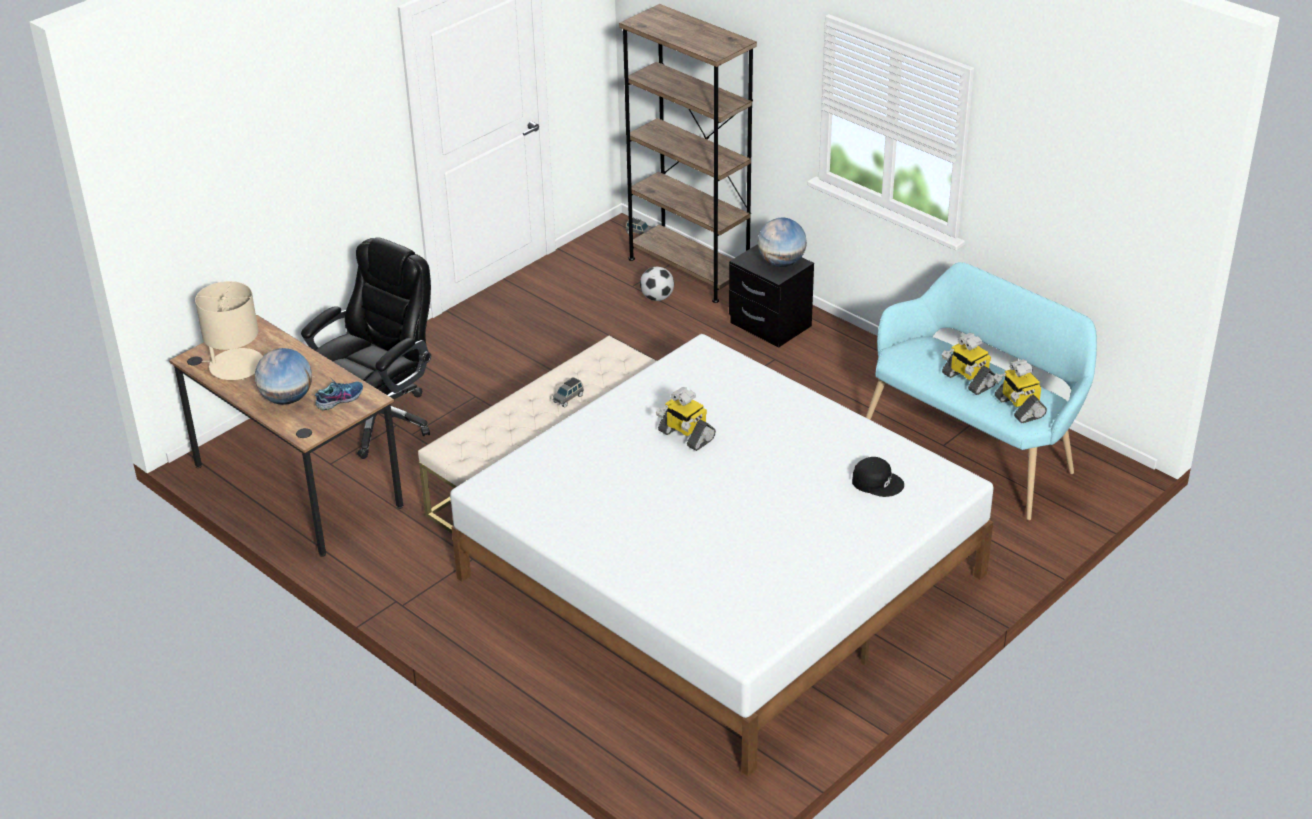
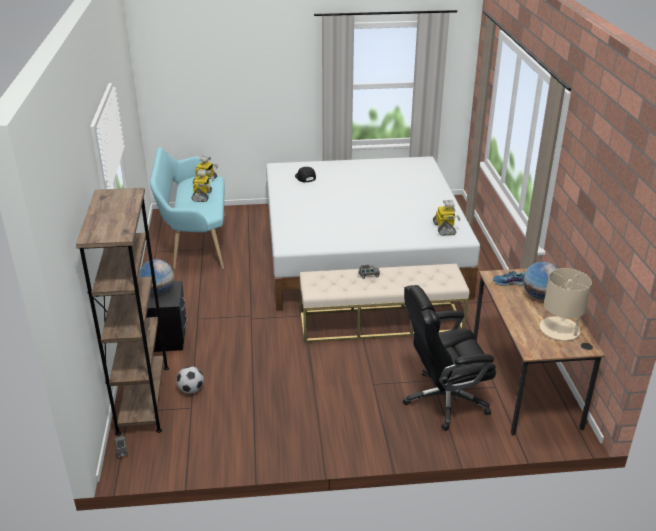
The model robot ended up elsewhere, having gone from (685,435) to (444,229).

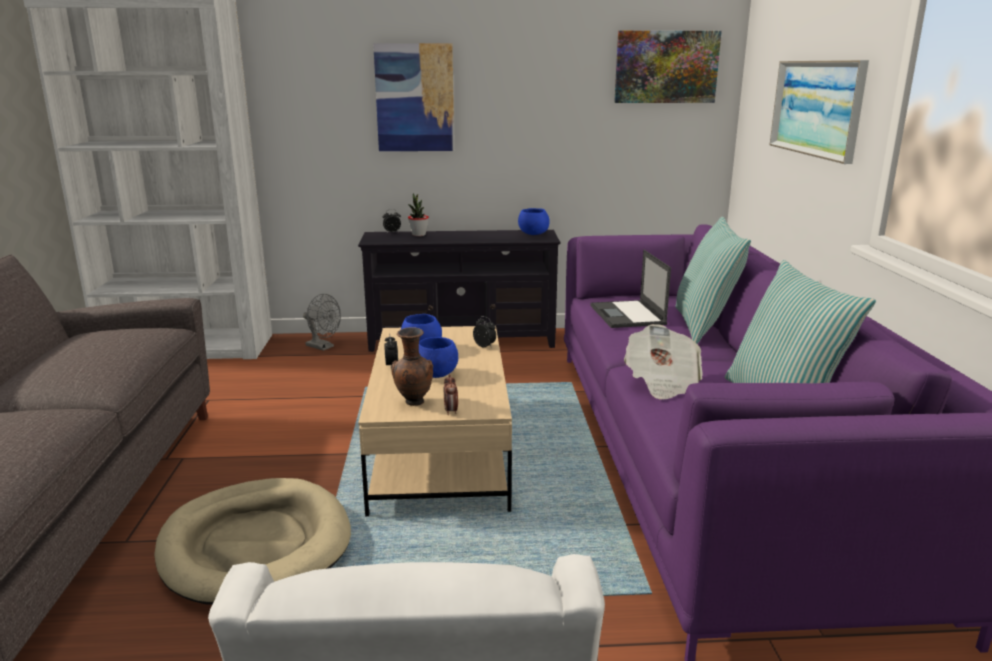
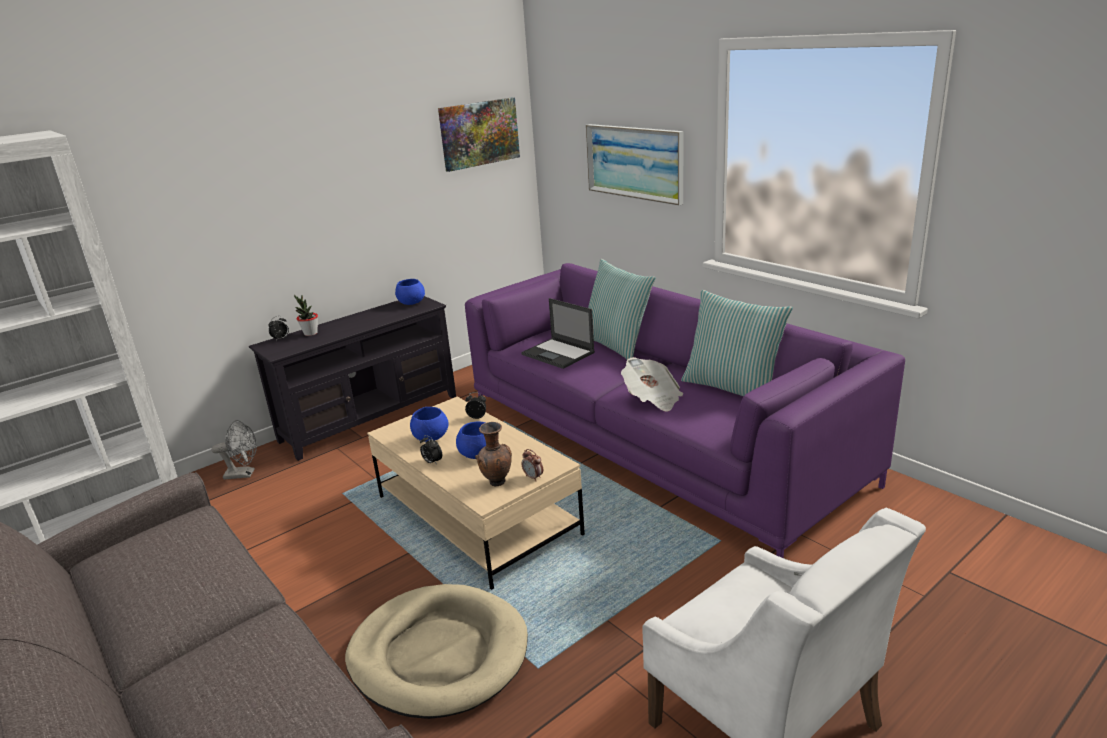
The second view lost the wall picture at (415,98).

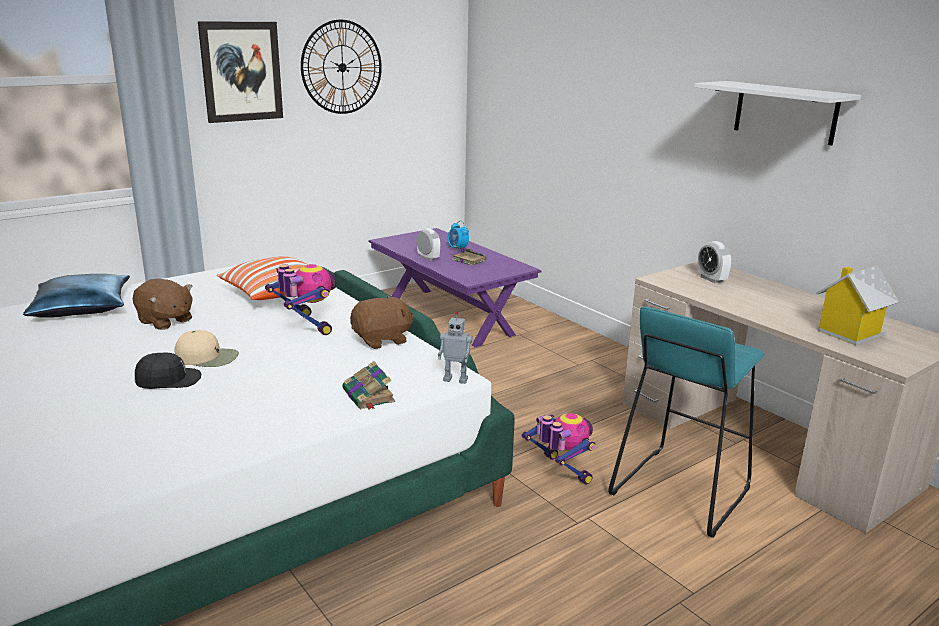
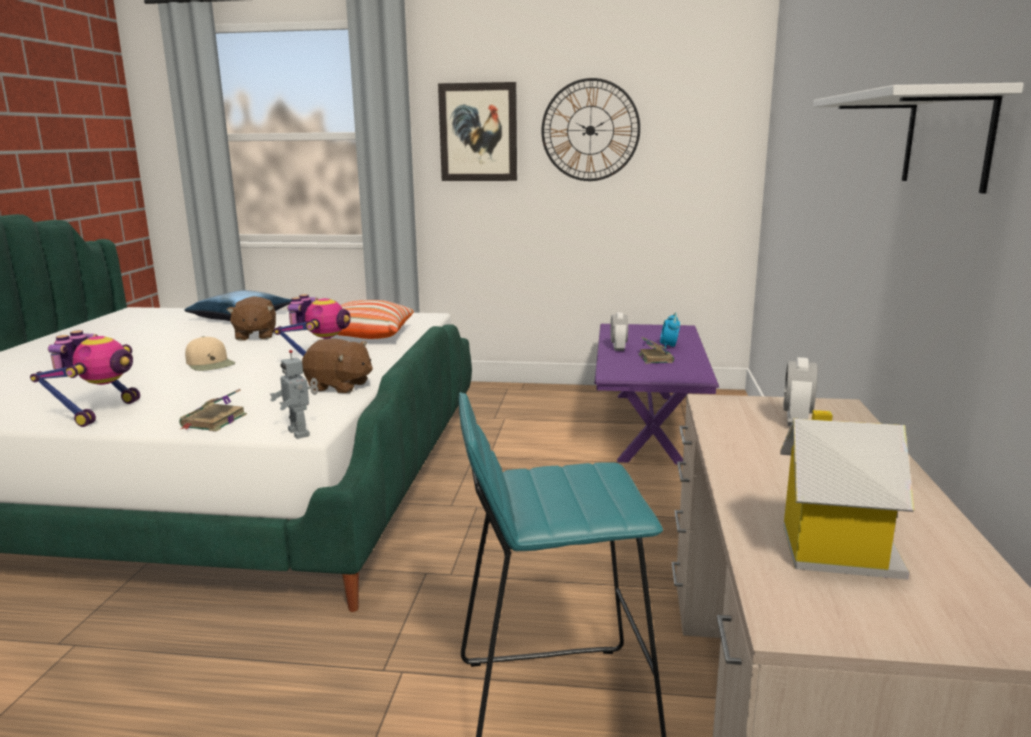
The model robot ended up elsewhere, having gone from (560,472) to (100,412). The second view lost the black-coloured cap at (168,380).

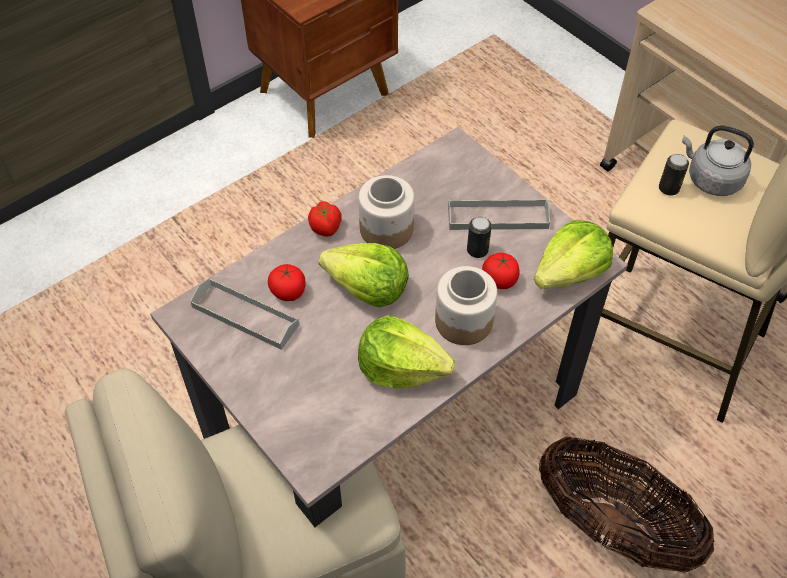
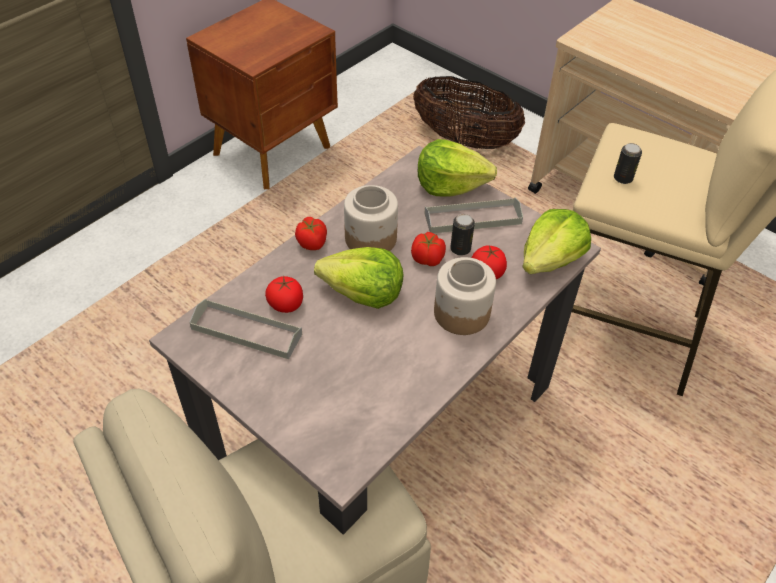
The second view gained the tomato at (428,259). The basket ended up elsewhere, having gone from (612,526) to (464,140). The lettuce head ended up elsewhere, having gone from (401,367) to (450,184). The second view lost the gray water kettle at (711,179).

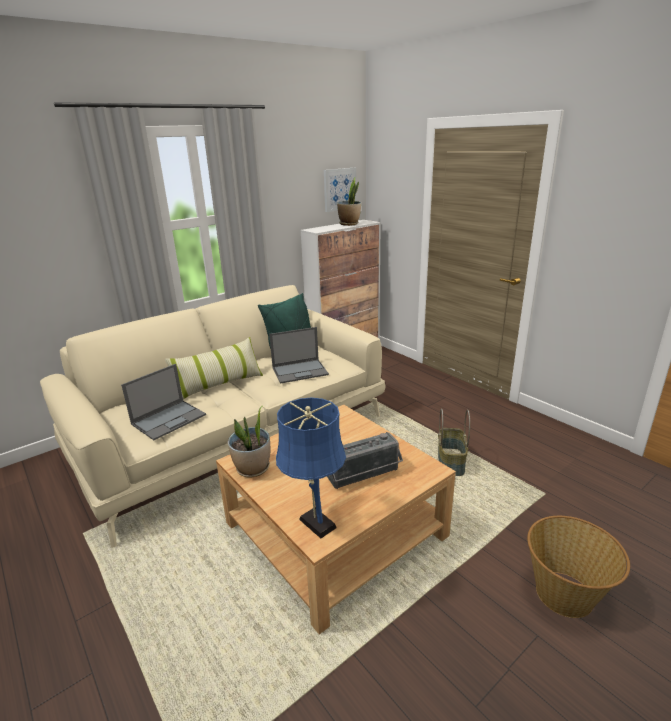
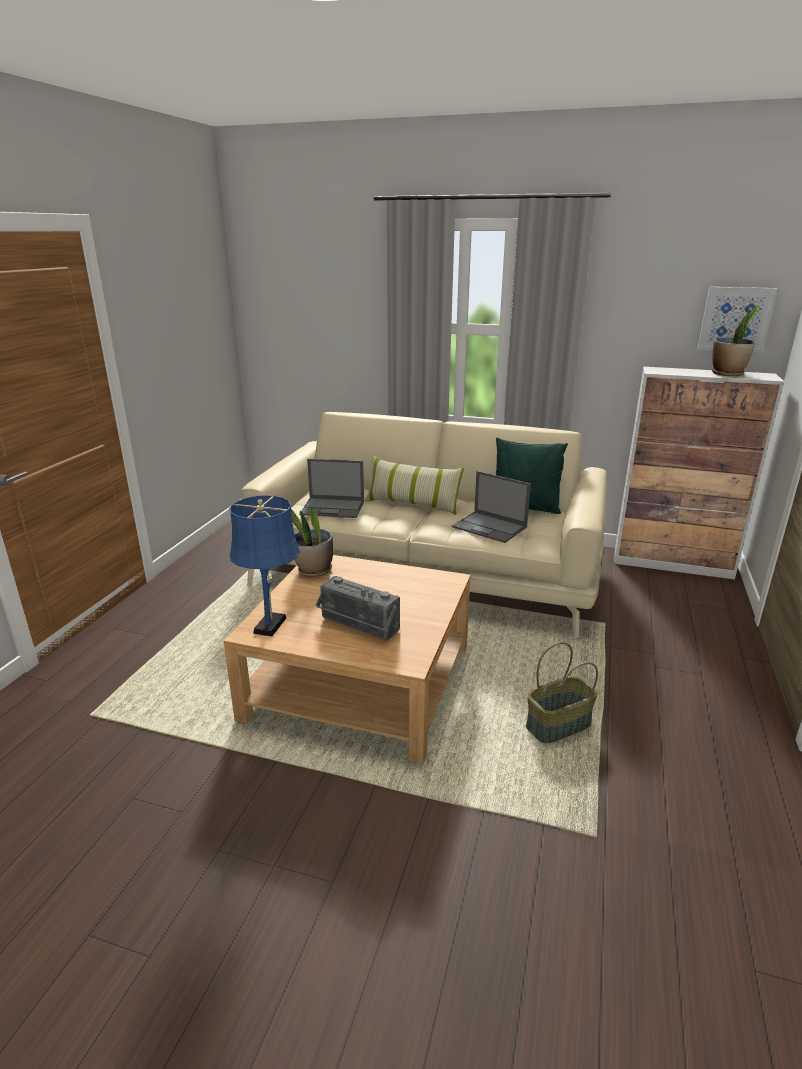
The second view lost the basket at (565,594).

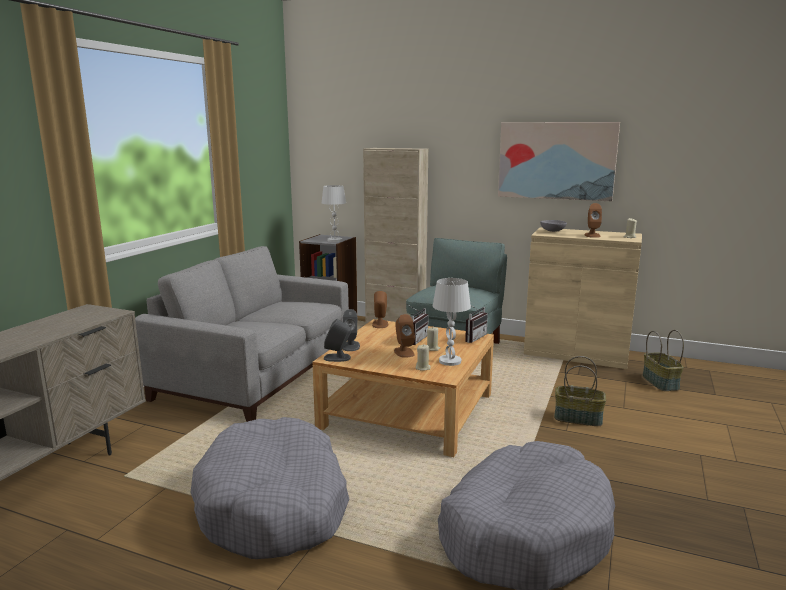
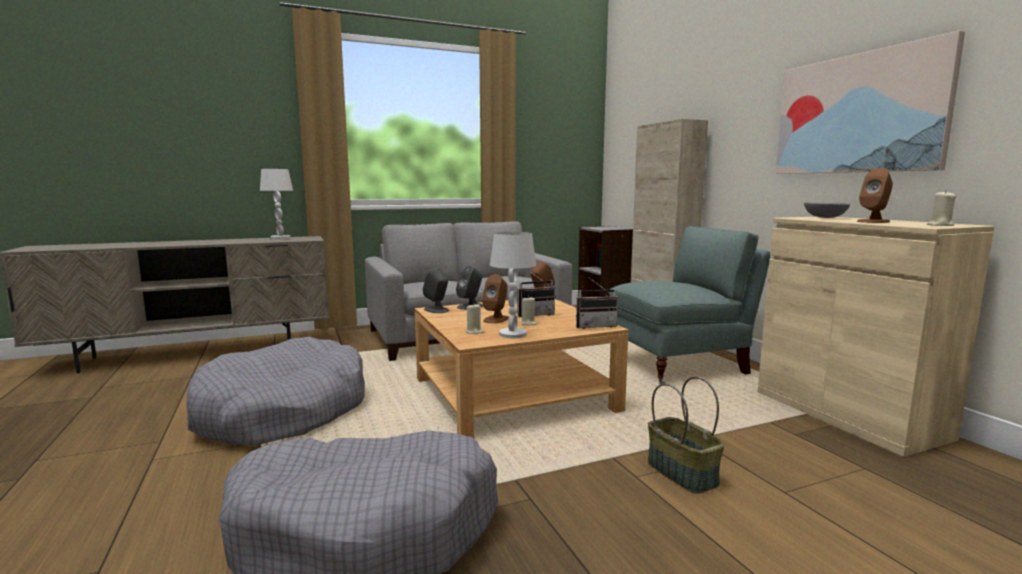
The white lamp for a table ended up elsewhere, having gone from (335,240) to (280,238). The second view lost the basket at (661,382).

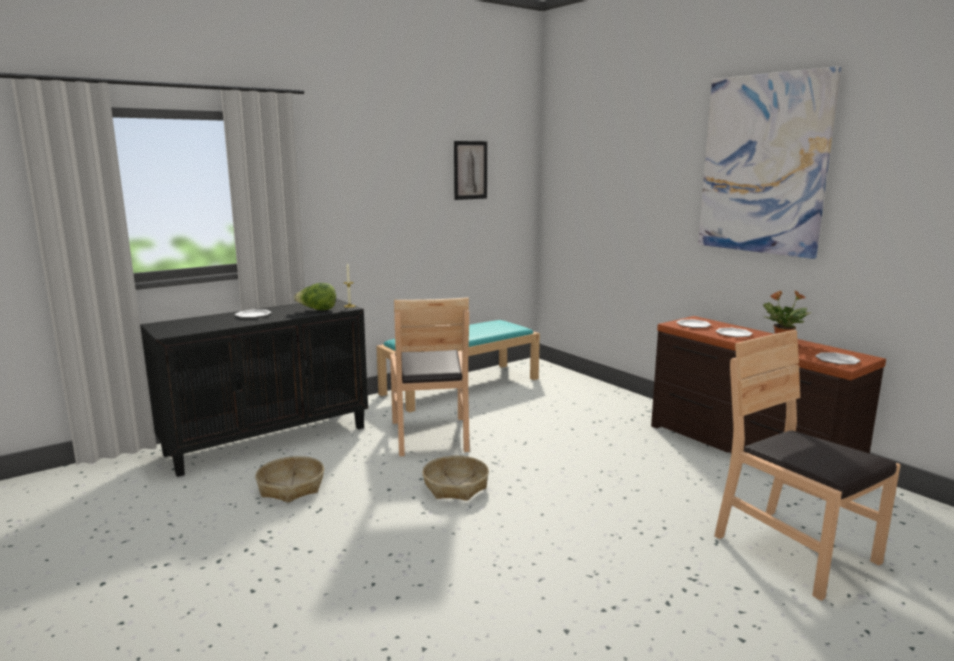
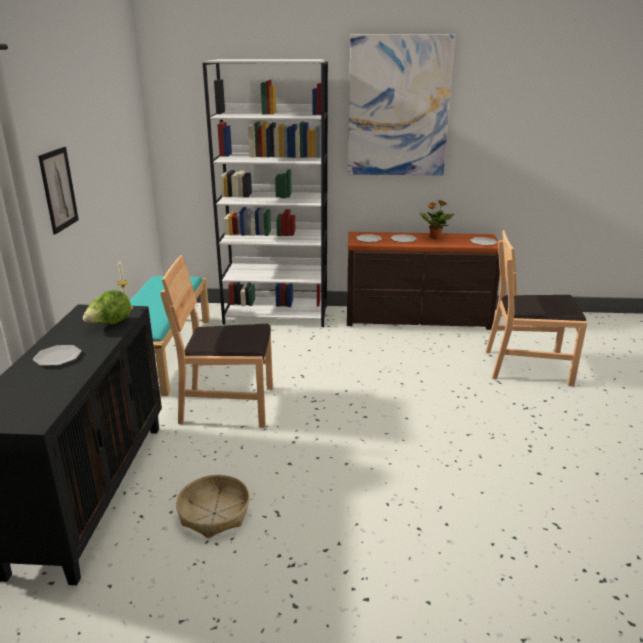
The wall picture ended up elsewhere, having gone from (470,170) to (58,190). The brown-coloured chair at (430,435) ended up facing another way, 150 degrees clockwise from before. The second view gained the white bookshelf at (277,315). The second view lost the basket at (456,486).

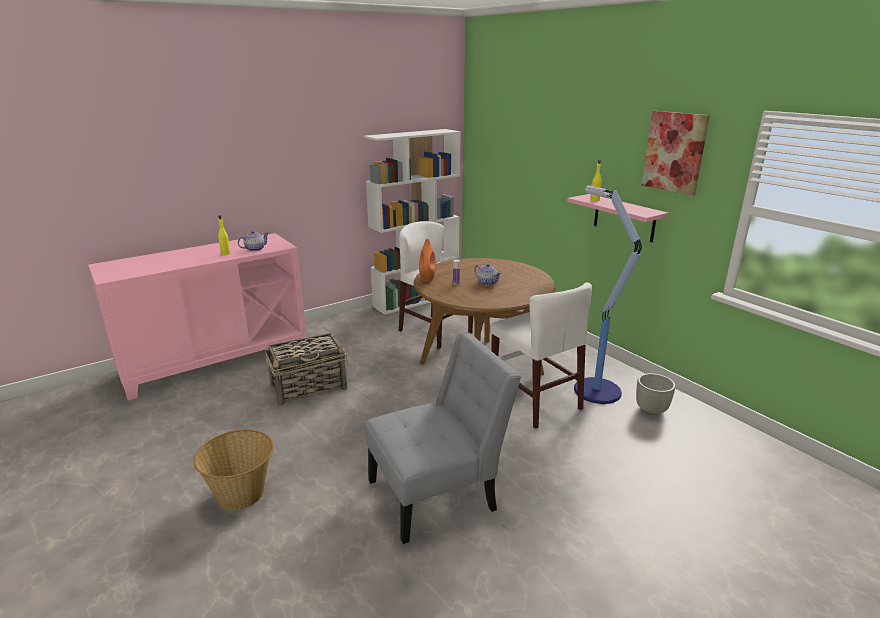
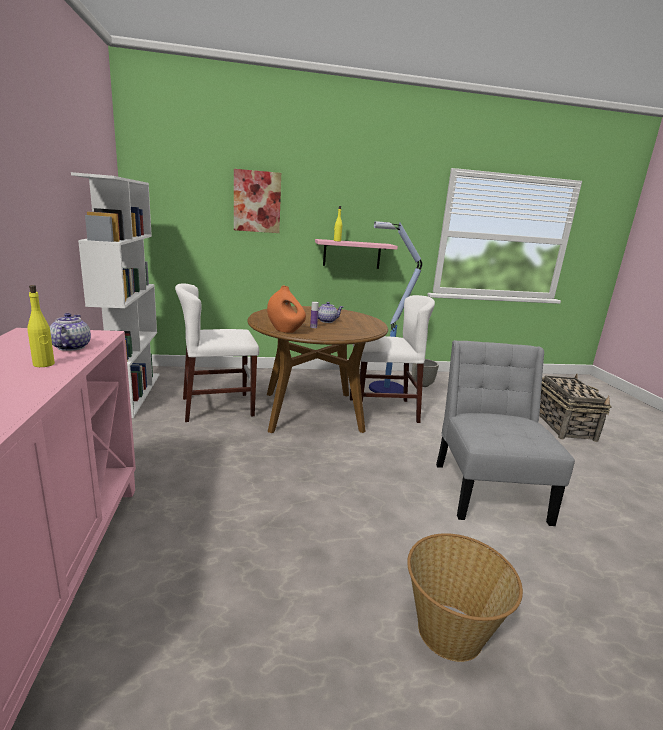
The wall picture ended up elsewhere, having gone from (674,152) to (257,201). The basket ended up elsewhere, having gone from (310,387) to (563,425).

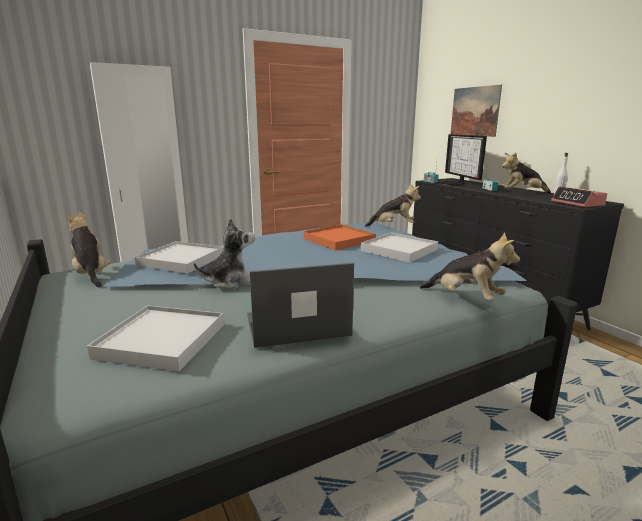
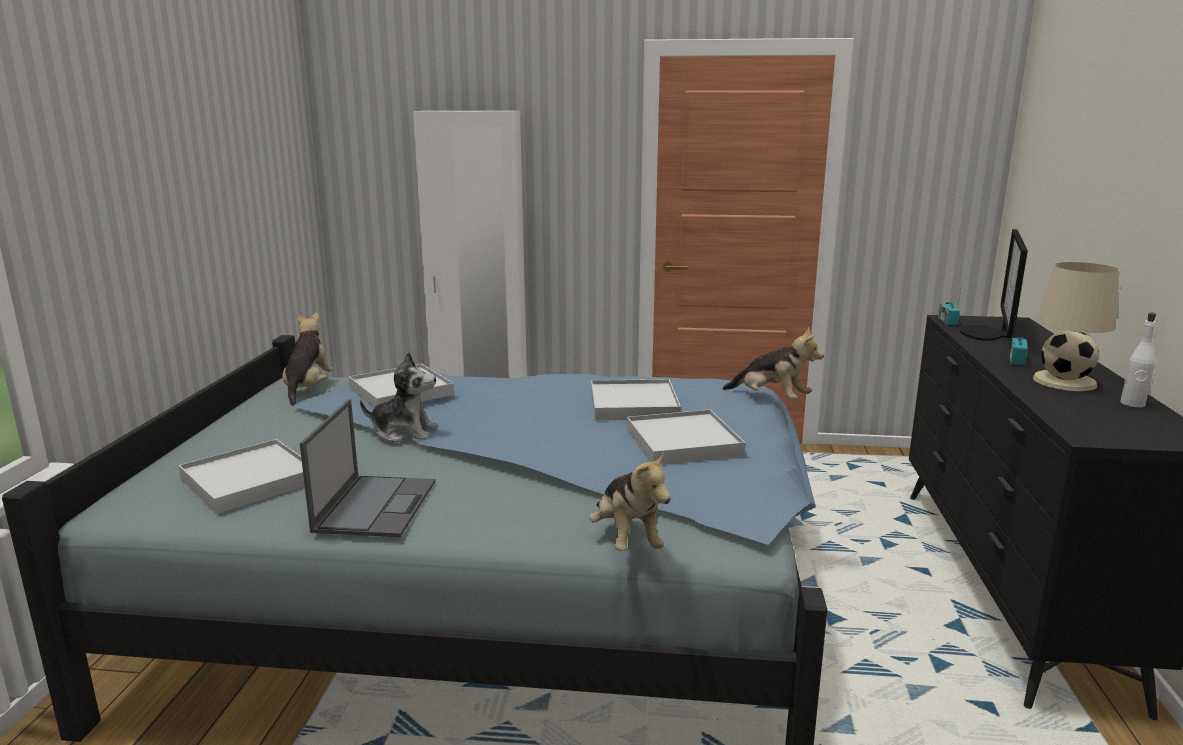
The laptop at (296,325) ended up facing another way, 75 degrees clockwise from before. What was the orange tray at (339,240) turned into the white tray at (634,405). Where the cuddly toy stood at (522,193), the sand-coloured lamp for a table came to stand at (1065,381). The second view lost the wall picture at (474,111). The second view lost the bedside clock at (577,203).

